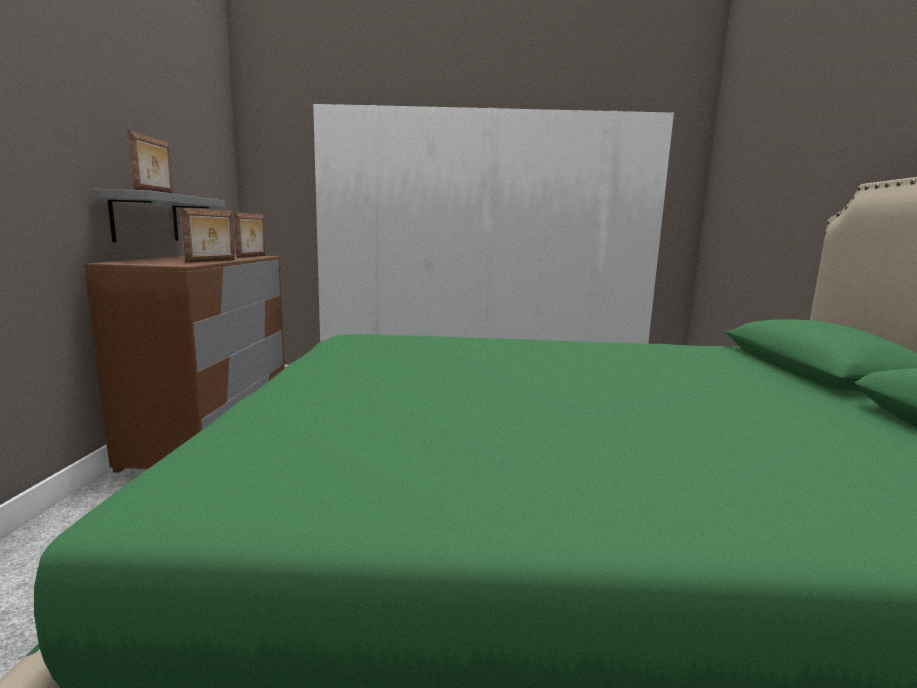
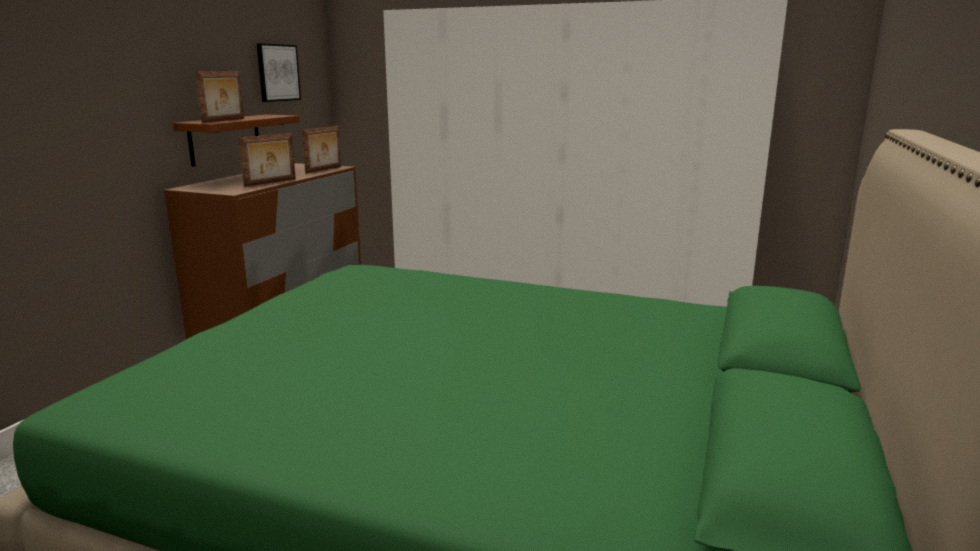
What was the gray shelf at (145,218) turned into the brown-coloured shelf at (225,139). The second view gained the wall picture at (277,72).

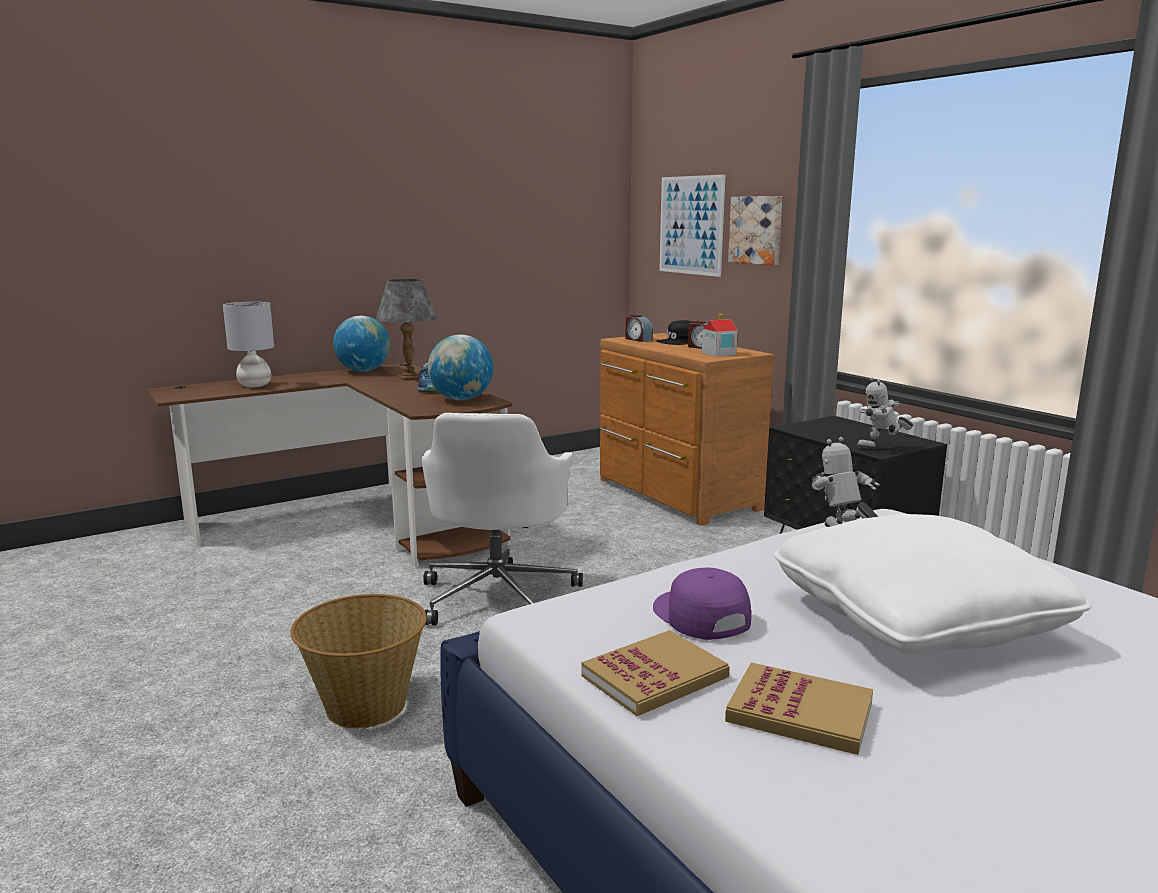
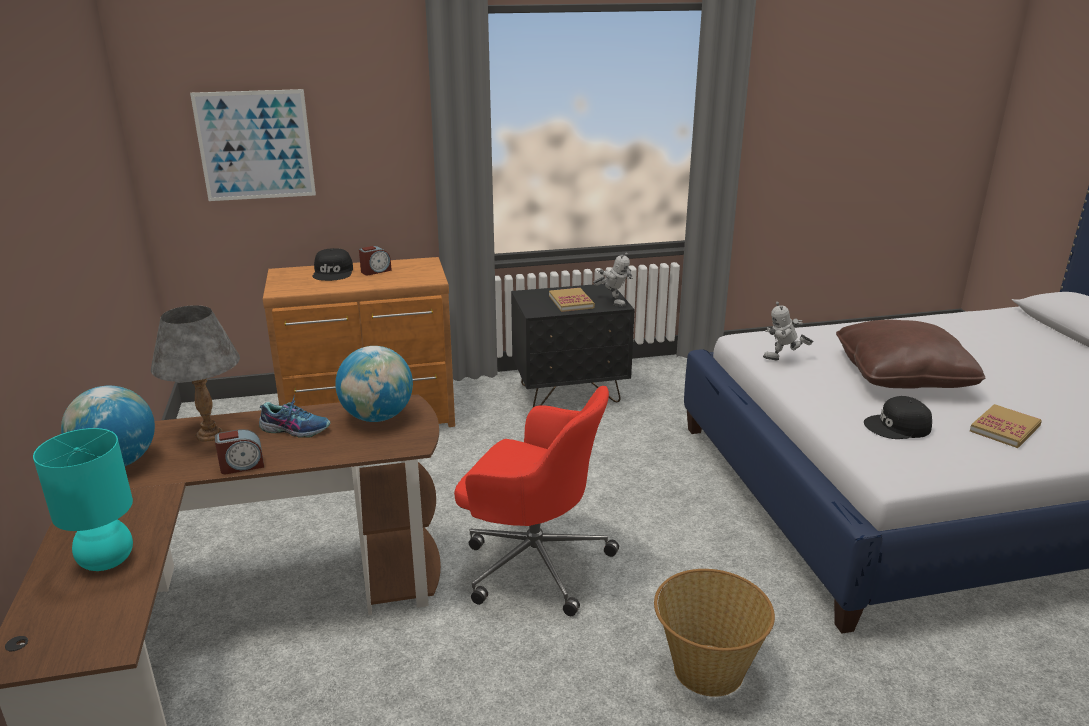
What was the gray lamp for a table at (254,385) turned into the turquoise-coloured lamp for a table at (107,561). The bedside clock ended up elsewhere, having gone from (638,339) to (242,465). What was the white desk chair at (499,596) turned into the reddish desk chair at (533,562). The volume ended up elsewhere, having gone from (655,677) to (571,302). The model robot at (881,449) ended up facing another way, 60 degrees counterclockwise from before. What was the white cushion at (915,620) turned into the brown-coloured cushion at (902,375). What was the purplish cap at (699,615) turned into the black-coloured cap at (898,427). The second view lost the toy house at (718,354). The second view lost the wall picture at (757,230).

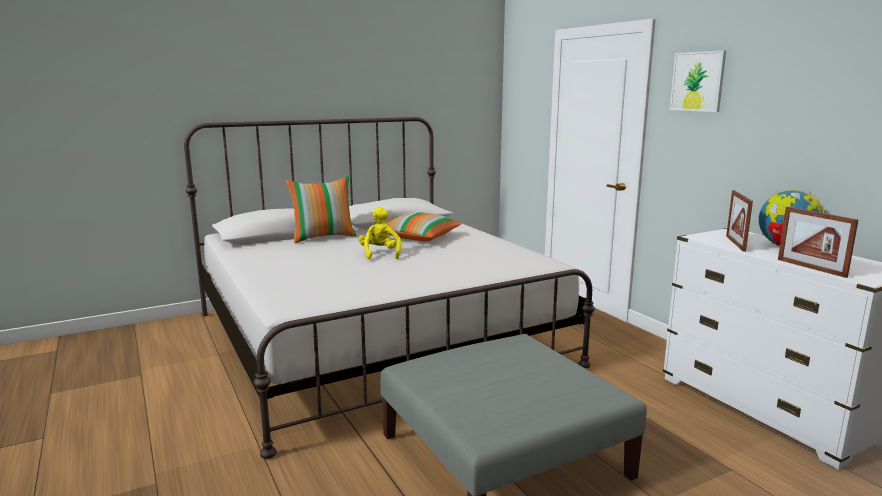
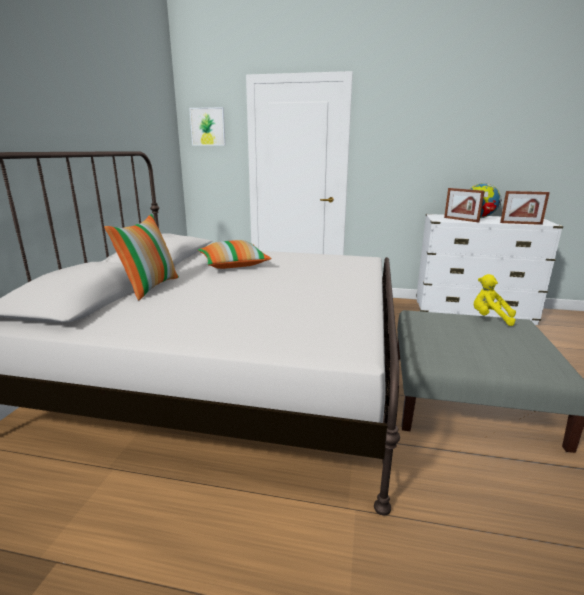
The wall picture ended up elsewhere, having gone from (697,81) to (208,126). The yellow cuddly toy ended up elsewhere, having gone from (380,254) to (490,318).

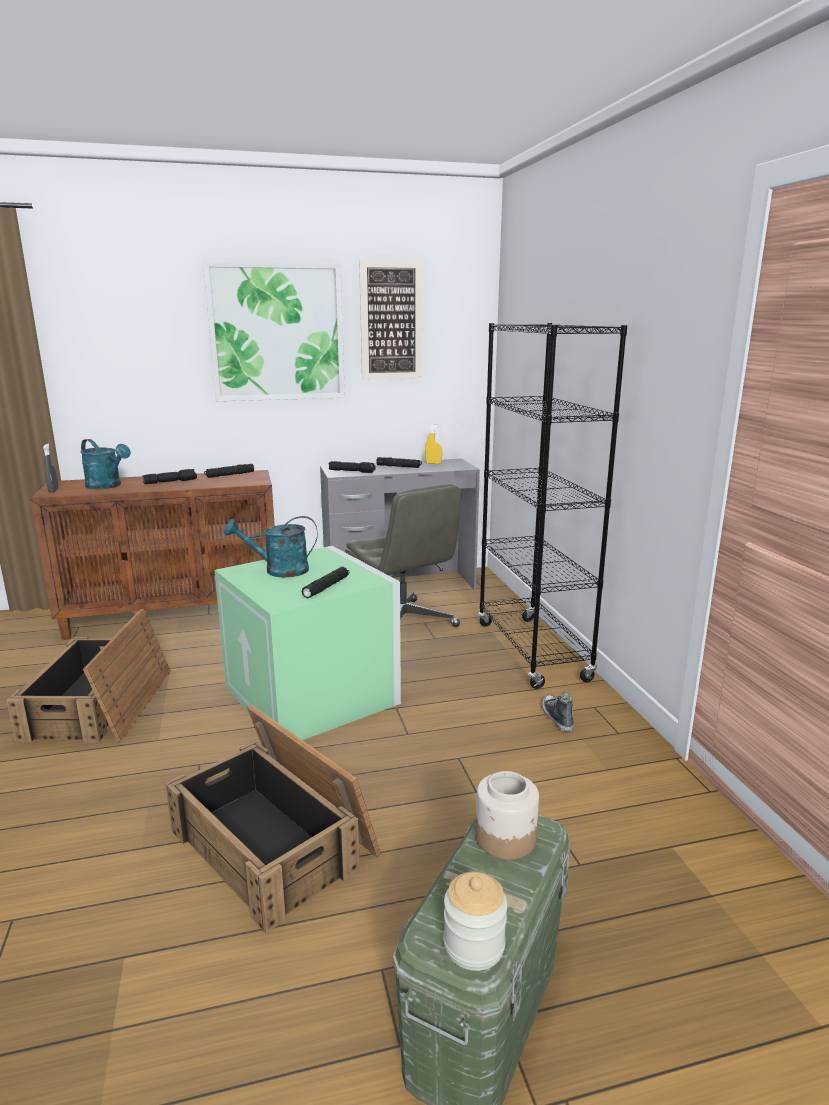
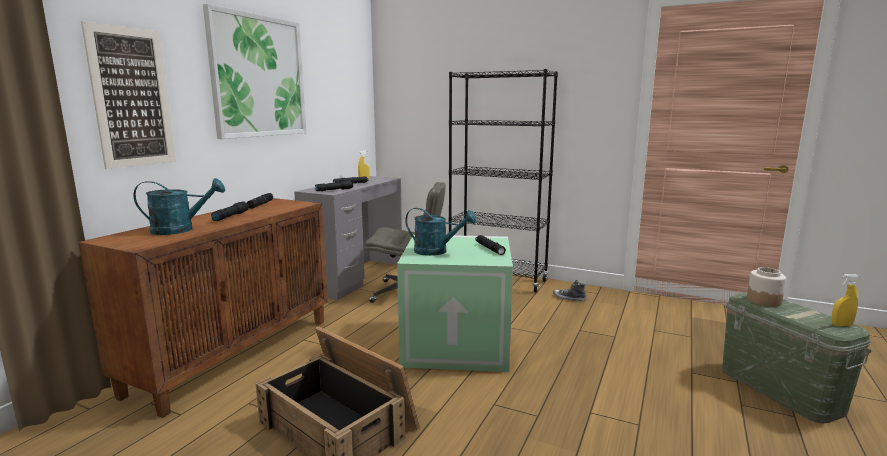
The wall picture ended up elsewhere, having gone from (391,321) to (132,98). The turquoise-coloured watering pot at (278,571) ended up facing another way, 105 degrees counterclockwise from before. Where the storage jar stood at (474,945), the yellow hand sprayer came to stand at (841,325). The second view lost the gray hand sprayer at (53,491). The second view lost the crate at (276,841).

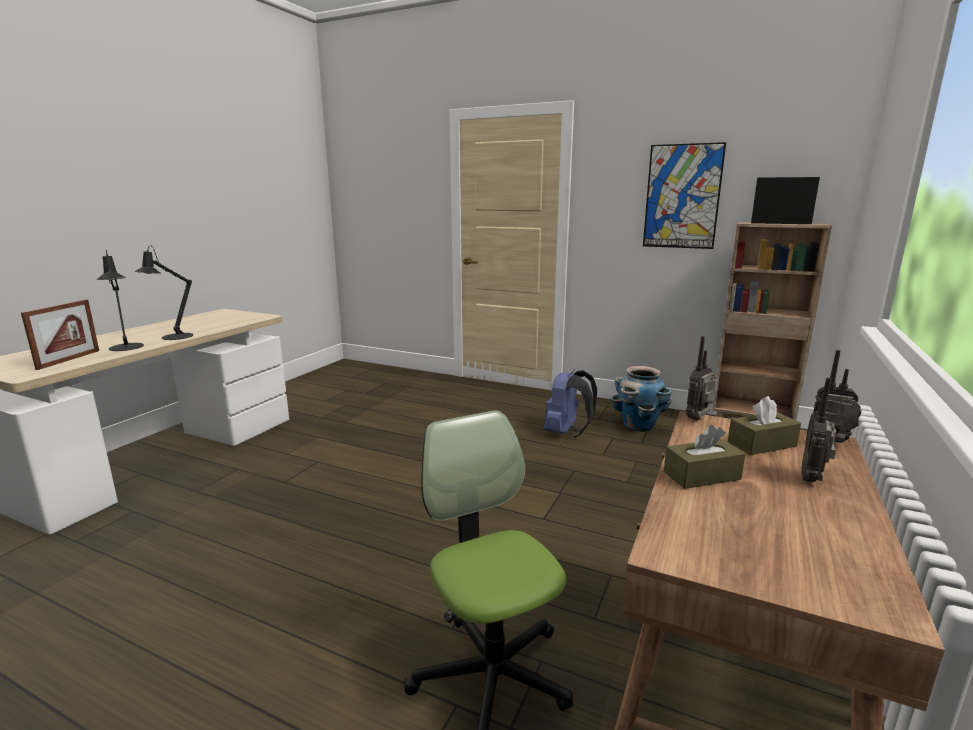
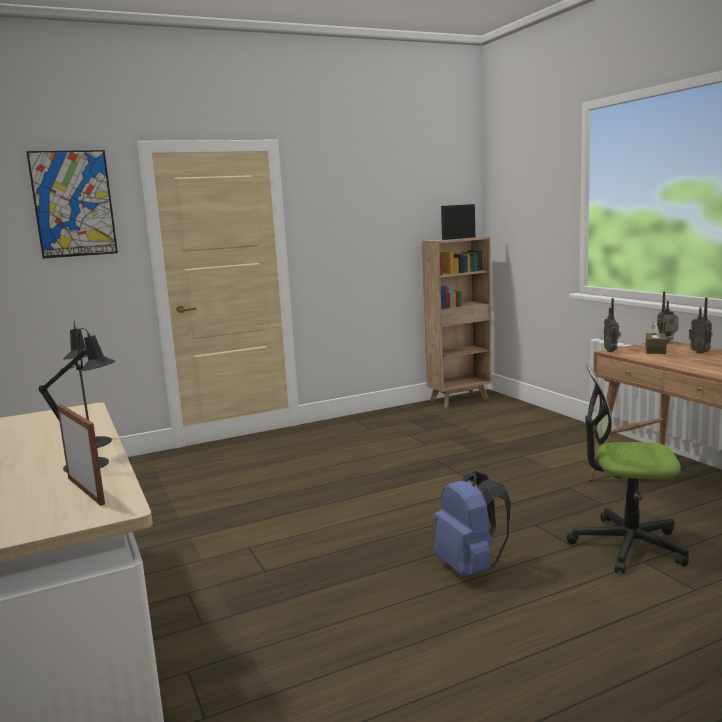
The wall picture ended up elsewhere, having gone from (682,197) to (73,204). The bluish knapsack ended up elsewhere, having gone from (566,433) to (471,568). The second view lost the flower pot at (638,426). The second view lost the brown-coloured tissue holder at (701,476).

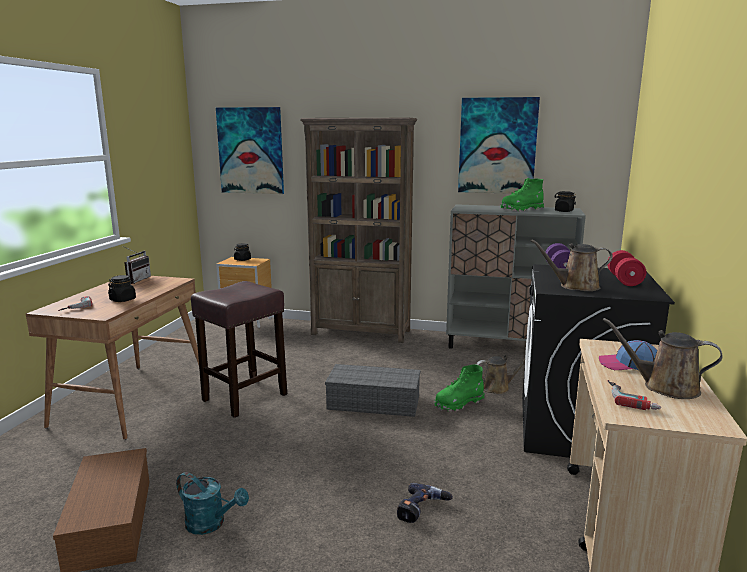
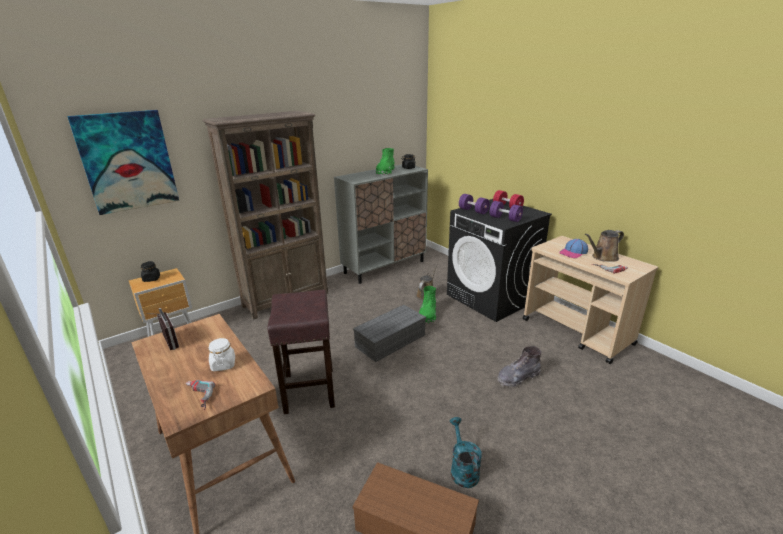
What was the black-coloured storage jar at (123,300) turned into the white storage jar at (223,364). The turquoise-coloured watering pot at (211,524) ended up facing another way, 75 degrees counterclockwise from before. Where the brown-coloured watering pot stood at (575,286), the purplish hand weight came to stand at (505,219). Where the drill stood at (423,510), the gray high-top boot came to stand at (518,378). The second view lost the wall picture at (497,146).

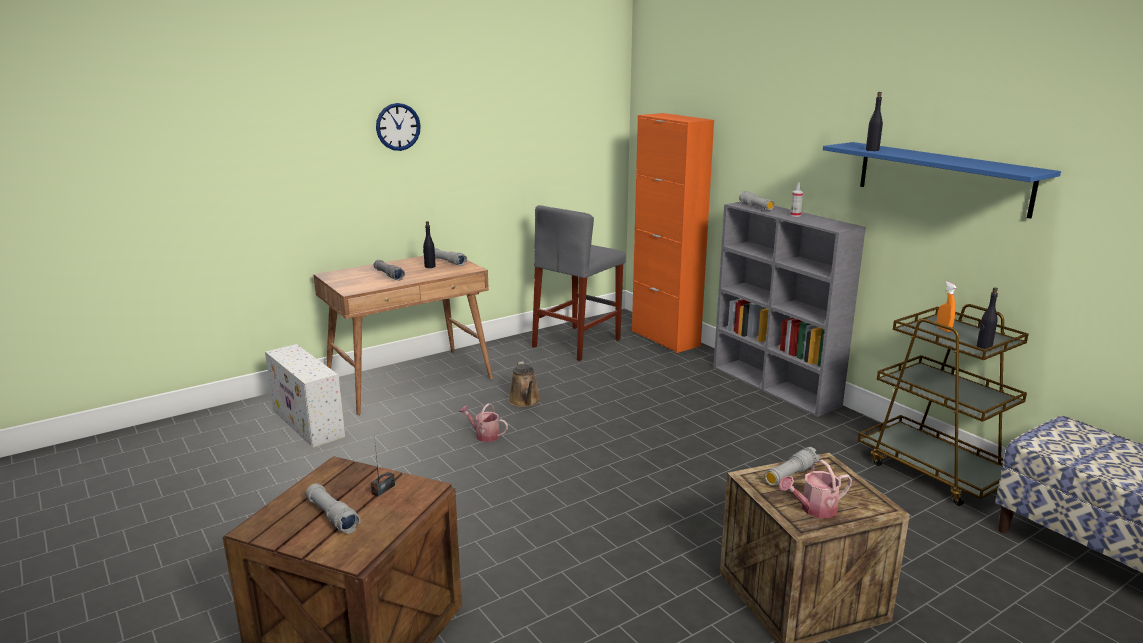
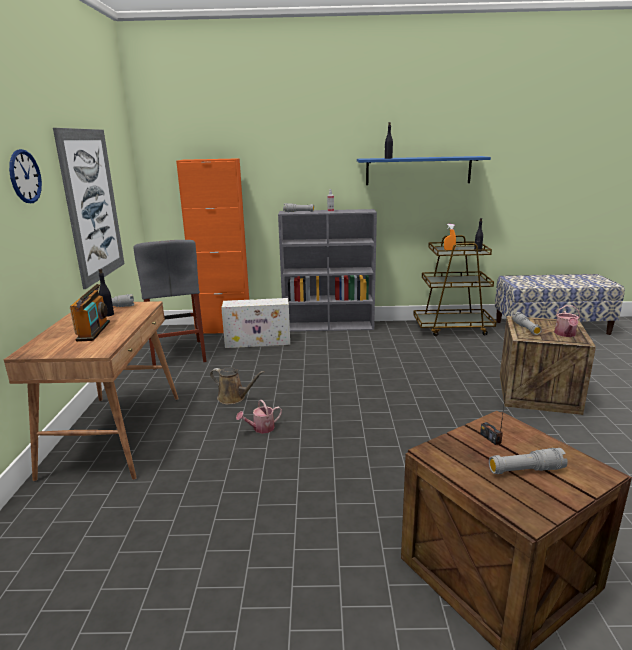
The second view gained the wall picture at (92,205). Where the gray flashlight stood at (389,275), the radio receiver came to stand at (93,331). The white storage bin ended up elsewhere, having gone from (308,424) to (259,342).

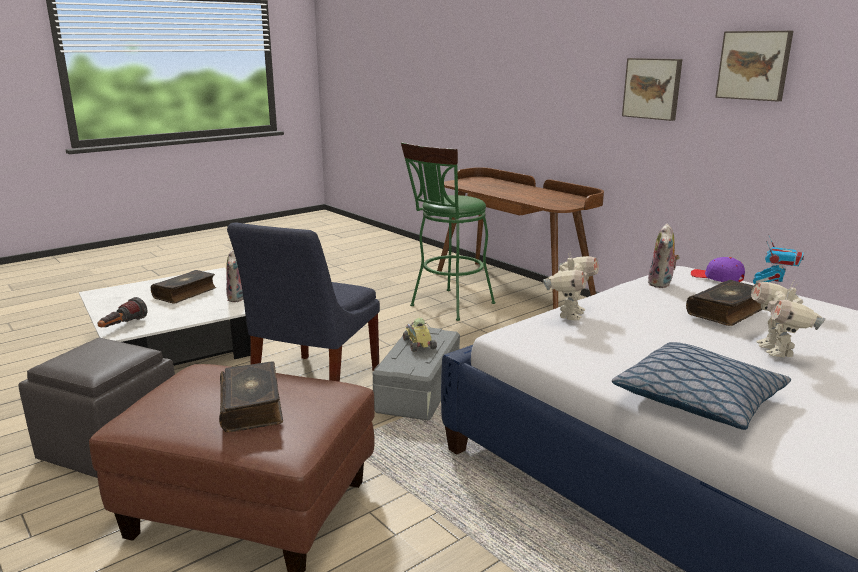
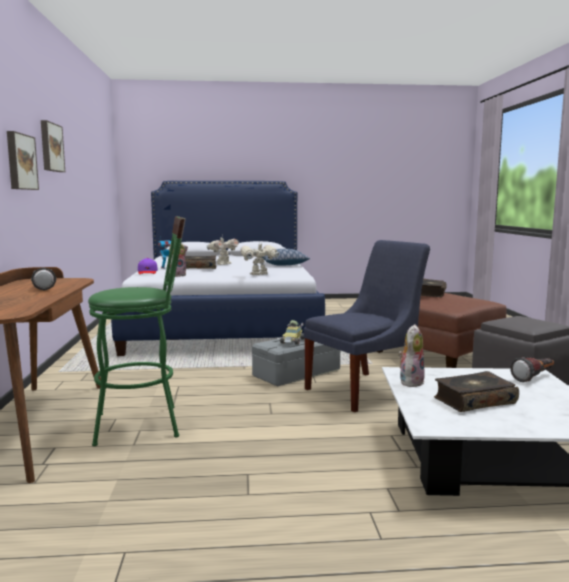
The second view gained the flashlight at (43,287).

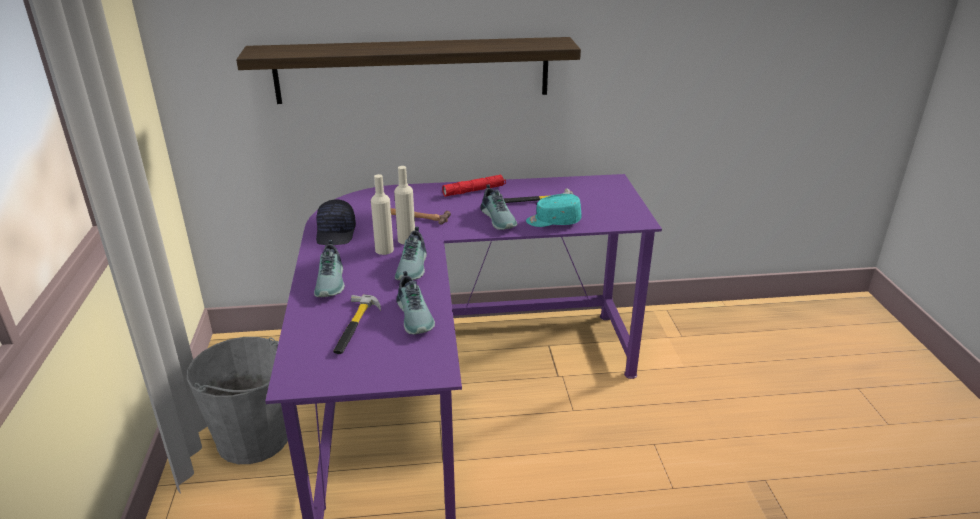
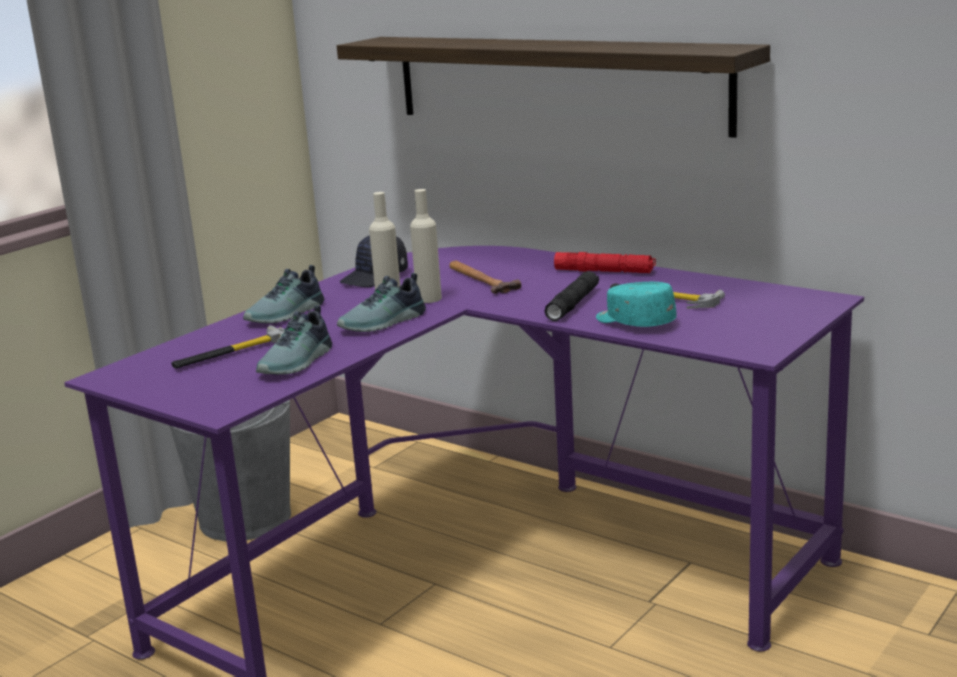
Where the item of footwear stood at (499,219), the black-coloured flashlight came to stand at (573,304).

